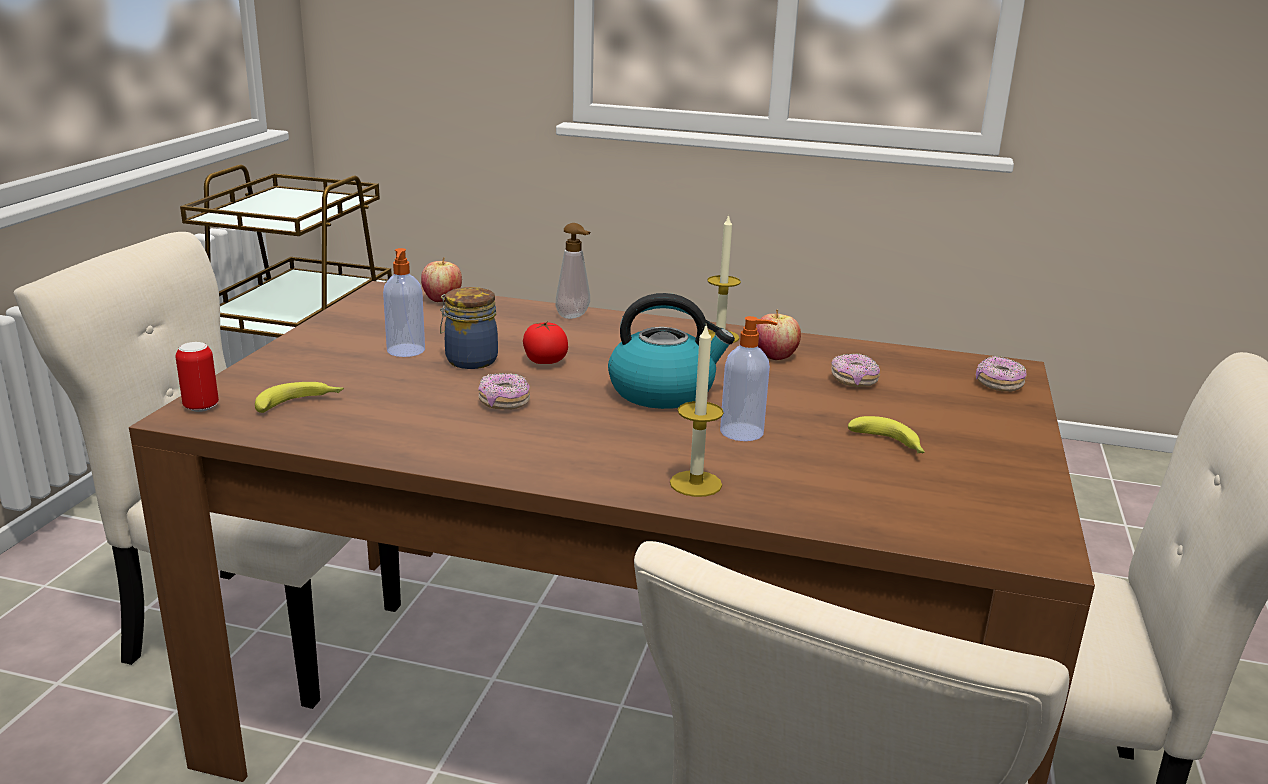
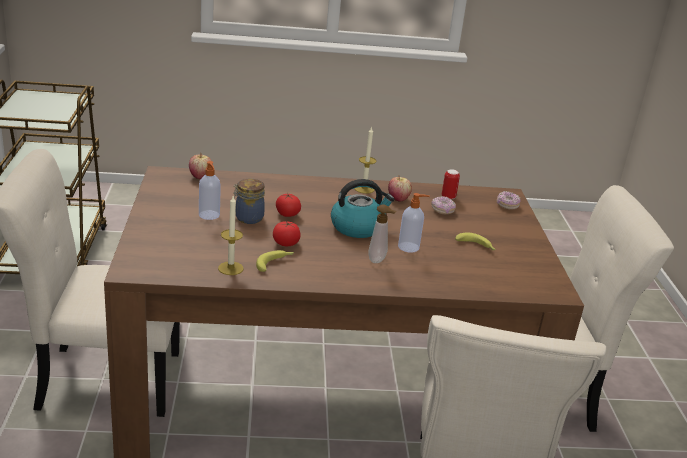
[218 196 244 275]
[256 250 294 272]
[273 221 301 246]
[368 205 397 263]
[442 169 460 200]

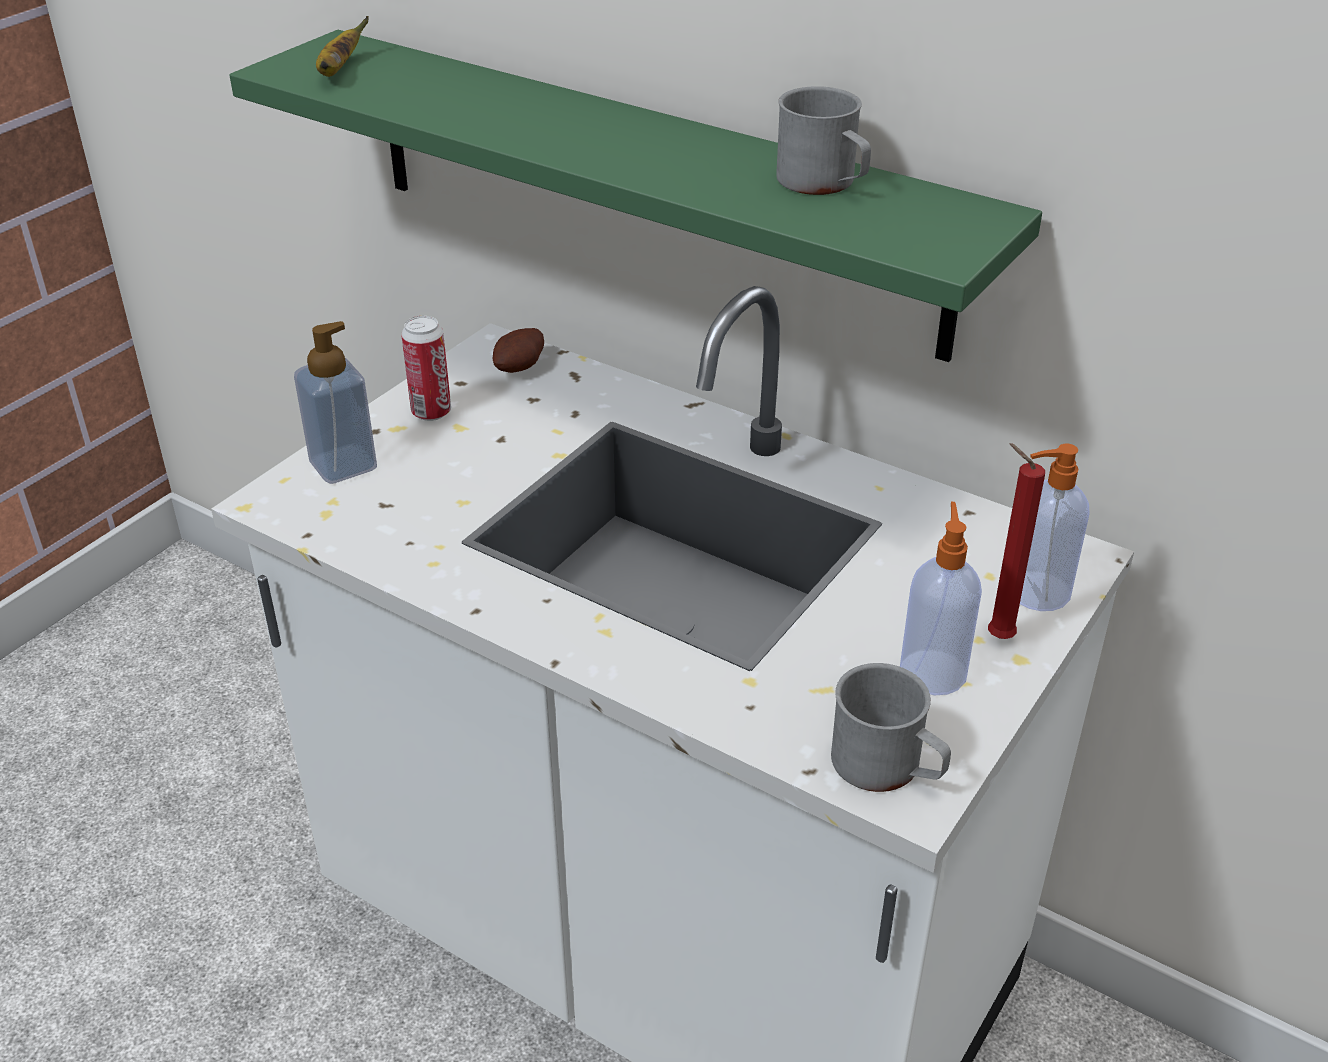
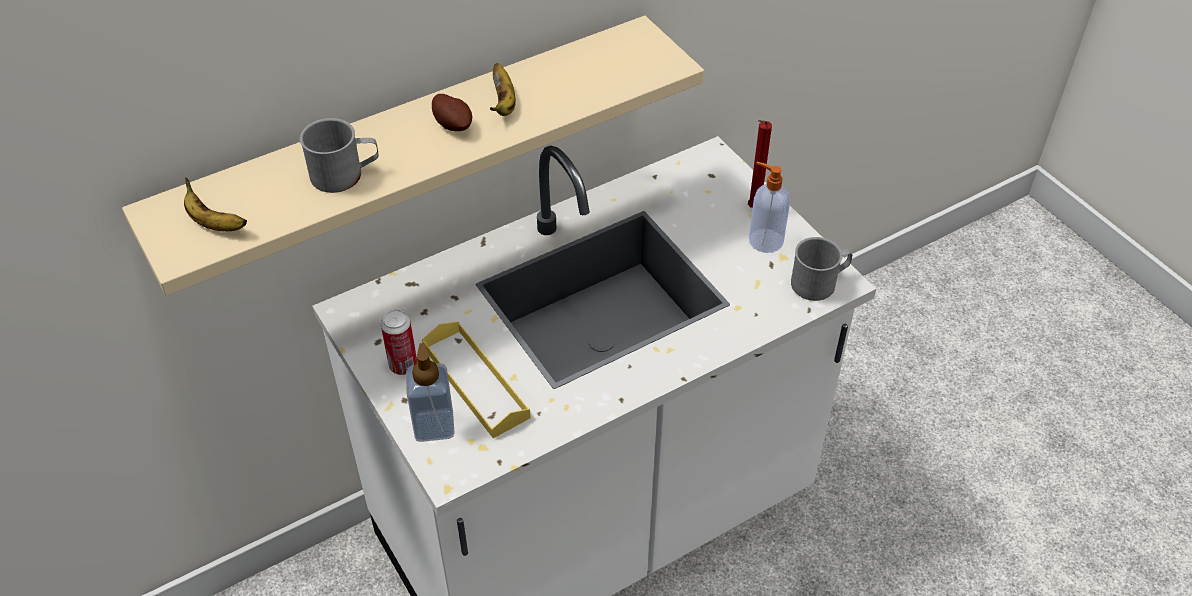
[122 16 704 296]
[300 118 379 193]
[422 321 531 438]
[432 94 472 131]
[490 63 516 116]
[1020 444 1090 611] (first image)

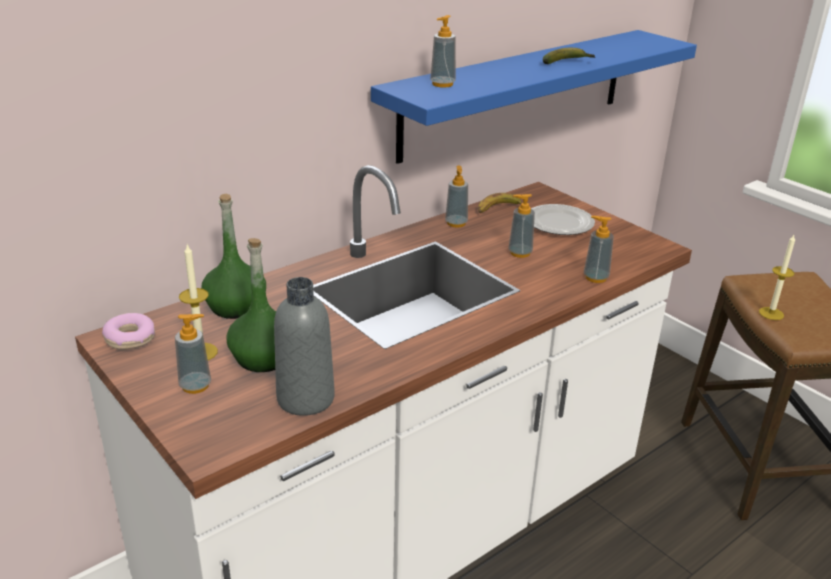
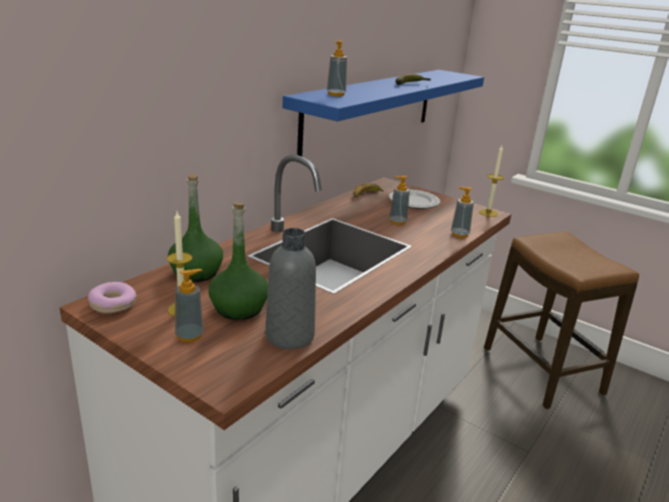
[479 145 504 217]
[445 166 468 228] (first image)

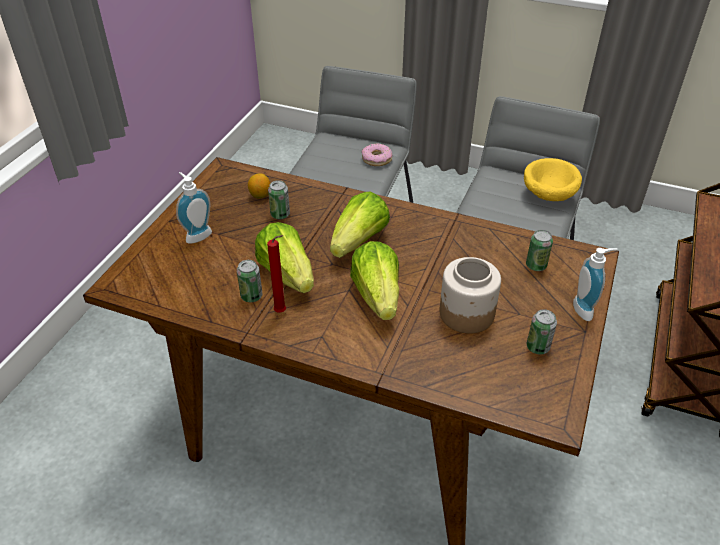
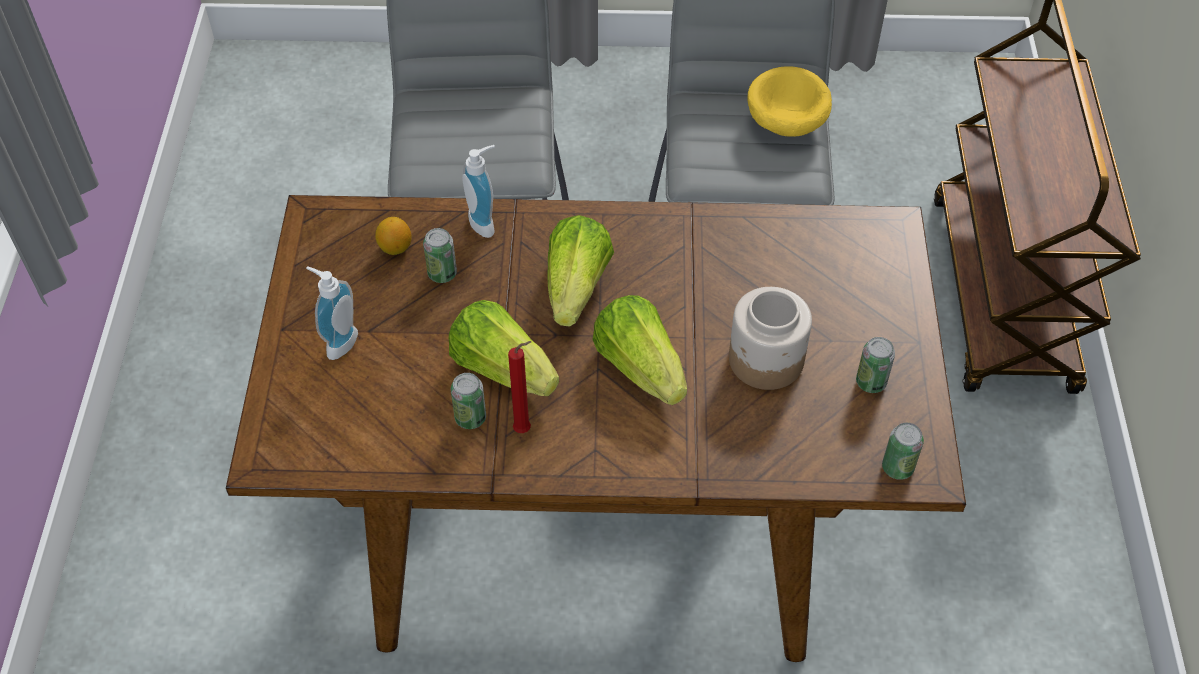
[462 145 495 238]
[882 423 924 480]
[362 143 393 166] (first image)

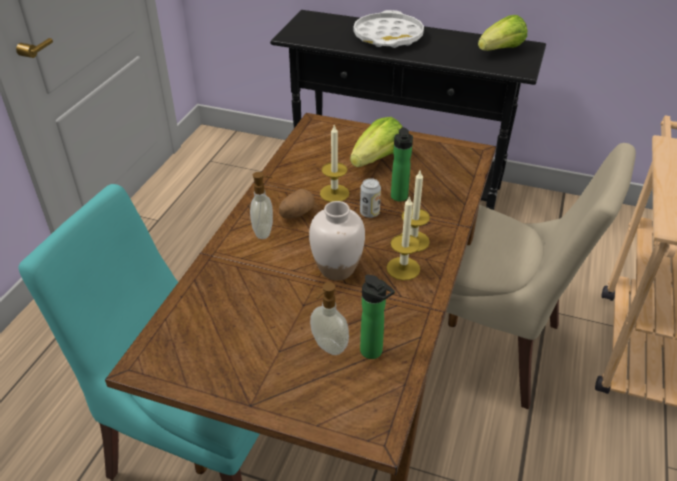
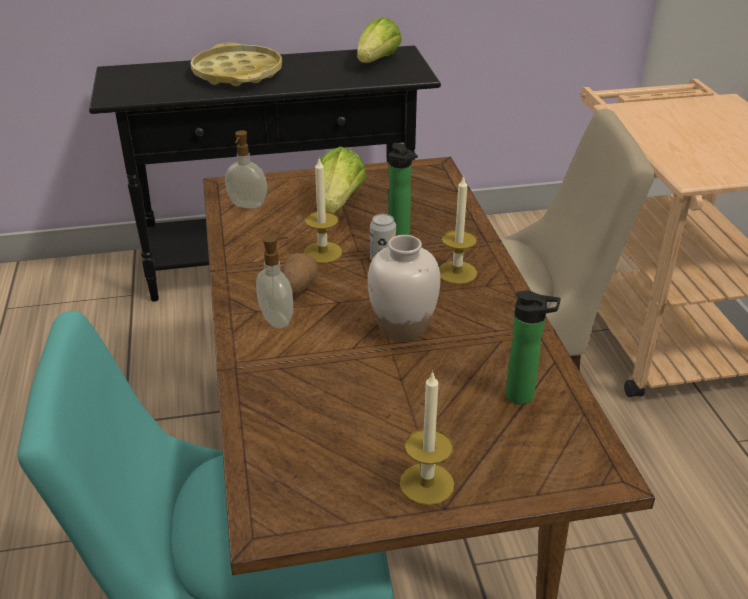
[190 43 282 86]
[225 130 267 209]
[400 371 454 505]

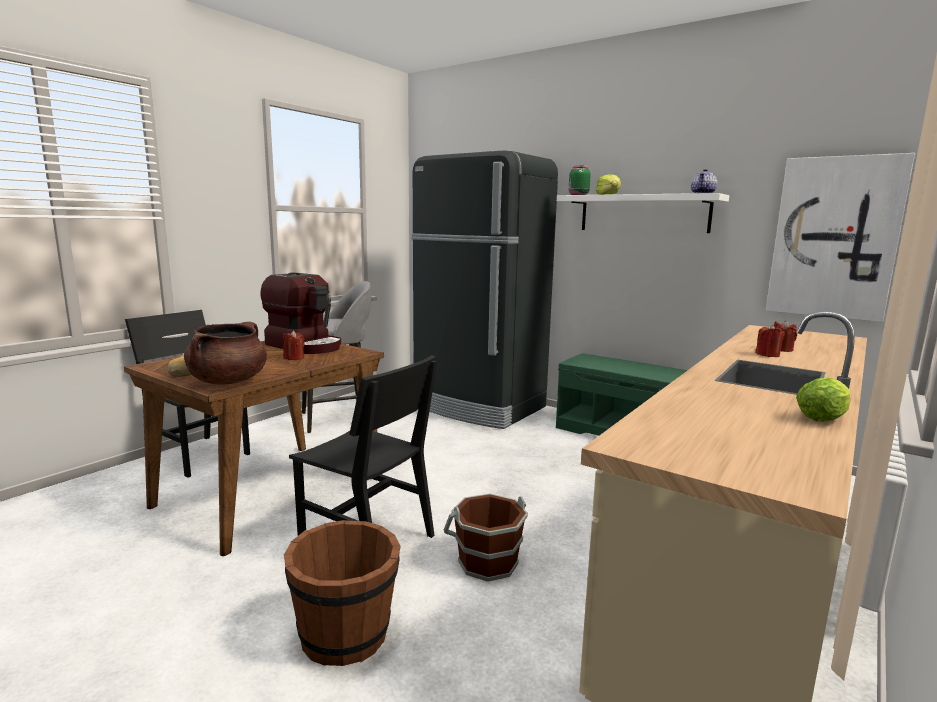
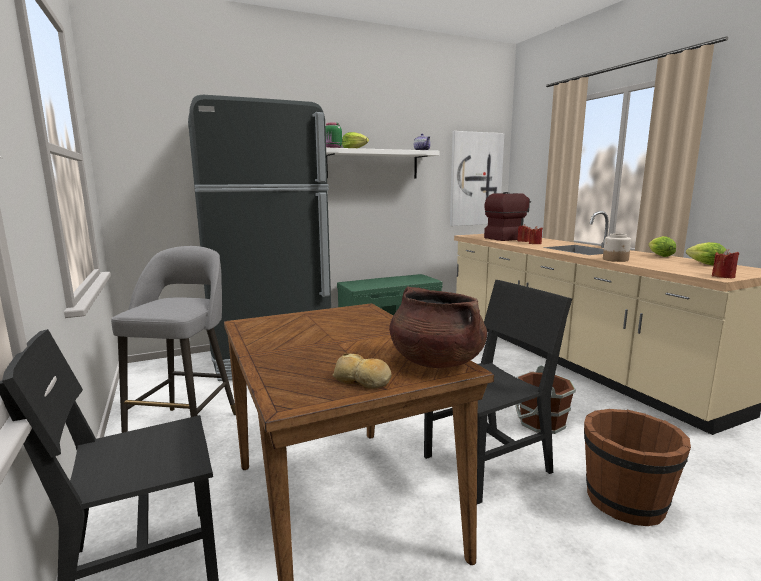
[484 192 531 241]
[603 234 631 262]
[686 242 726 265]
[712 249 739 278]

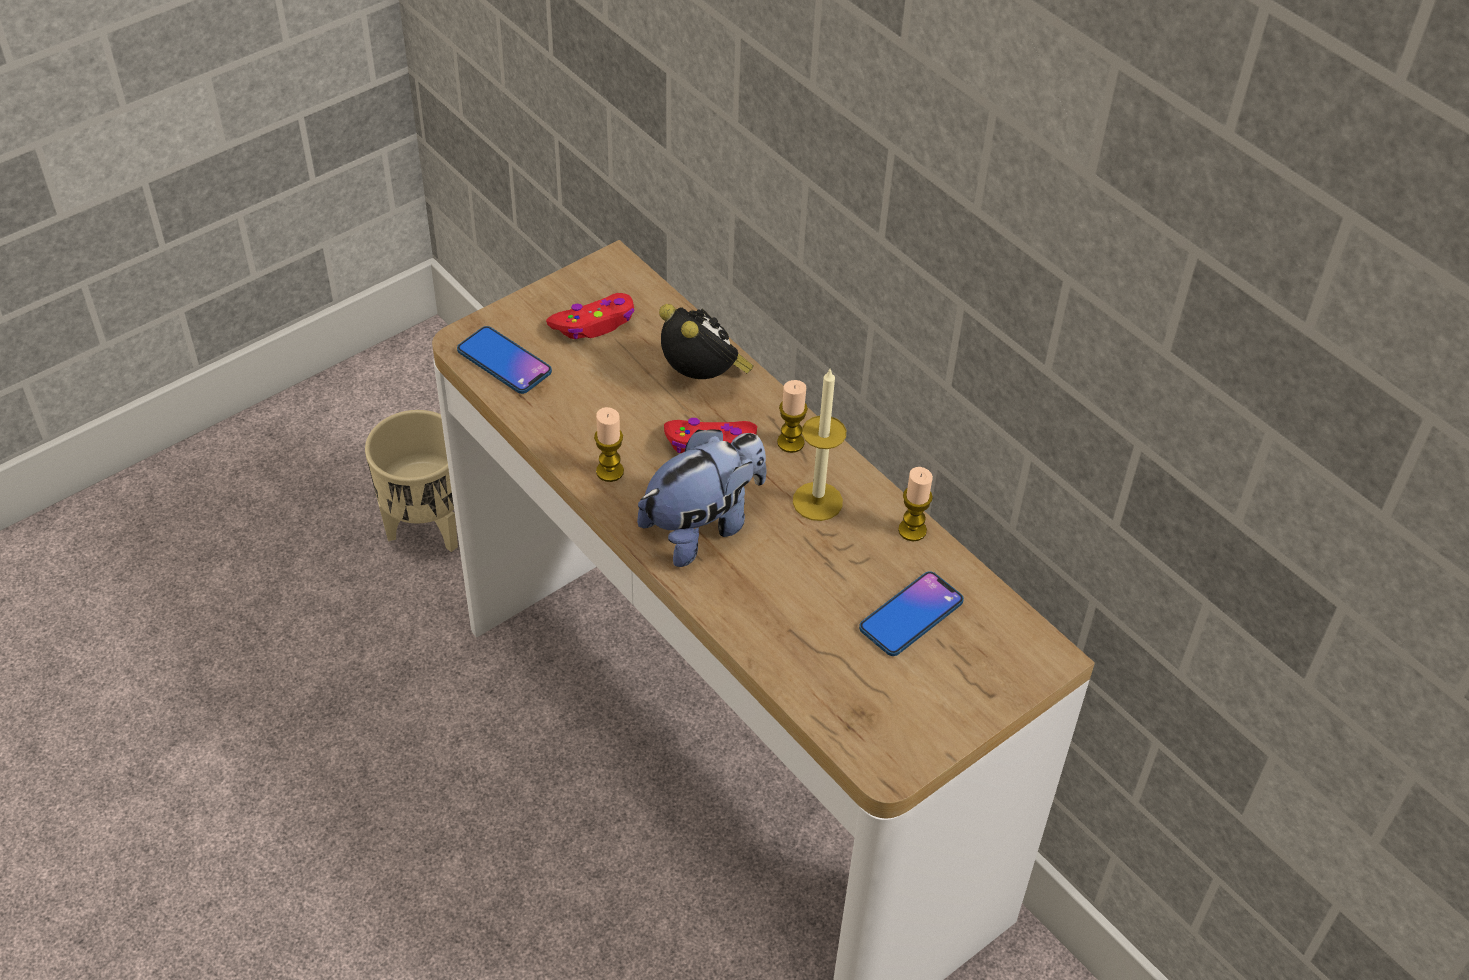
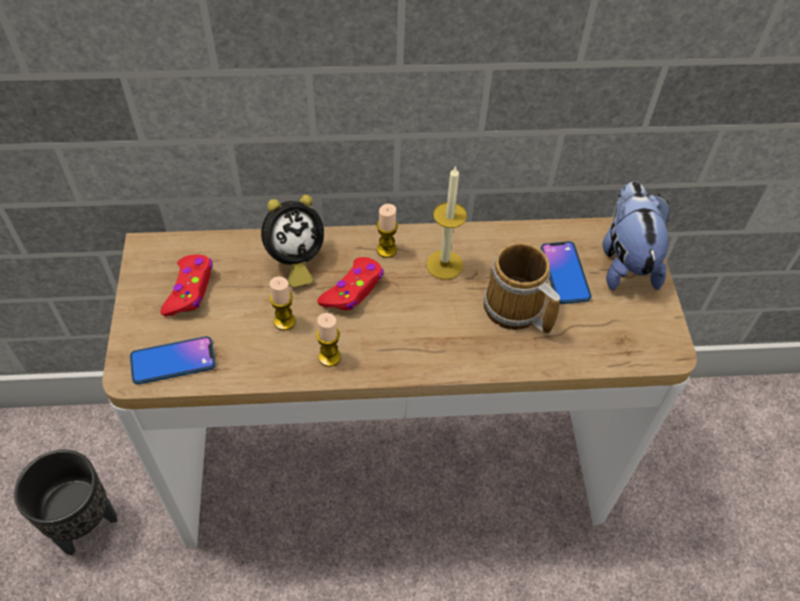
[14 450 117 556]
[261 195 324 287]
[270 277 296 330]
[483 243 560 334]
[603 181 669 290]

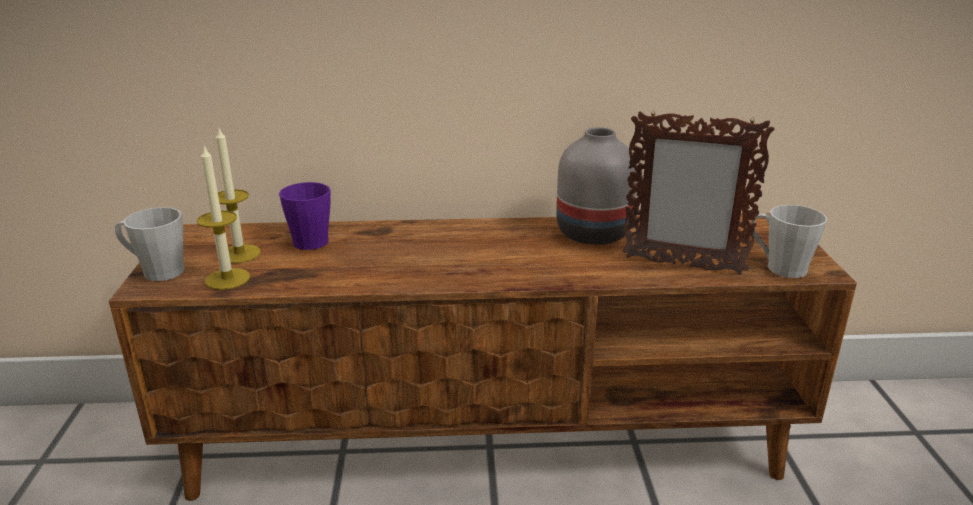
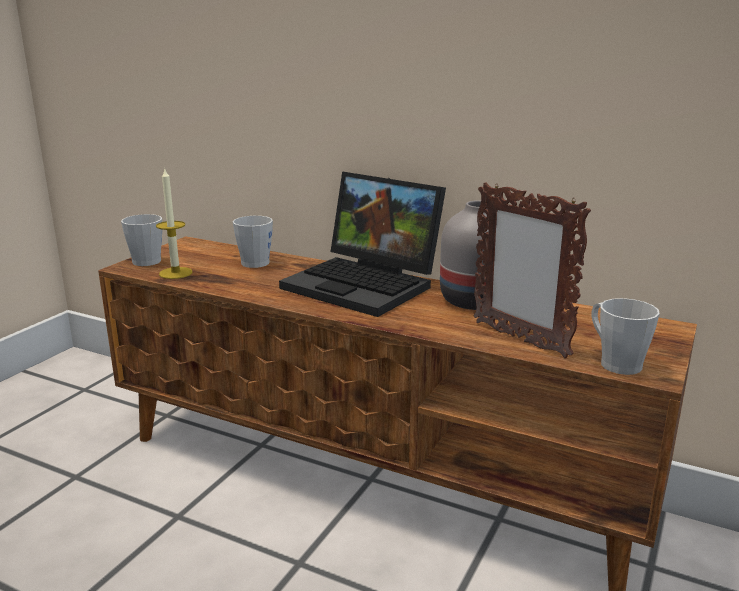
[233 216 273 268]
[279 171 446 317]
[216 128 261 263] (first image)

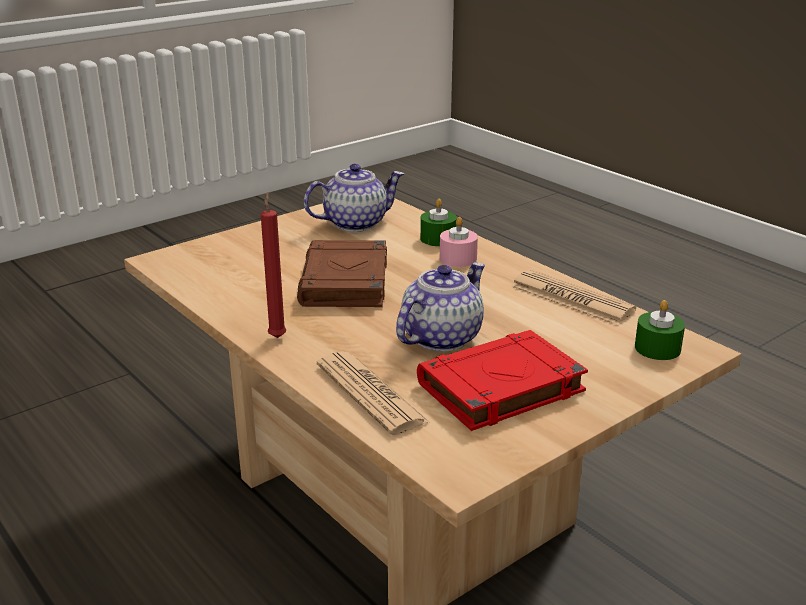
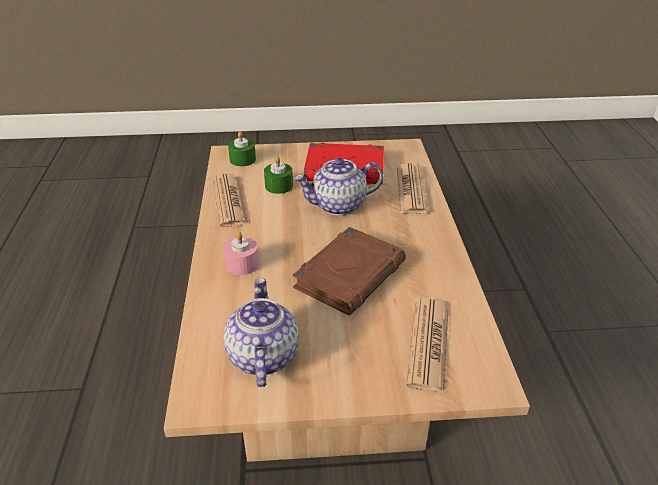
[223 278 299 387]
[264 156 293 194]
[406 298 449 393]
[261 192 286 338] (first image)

